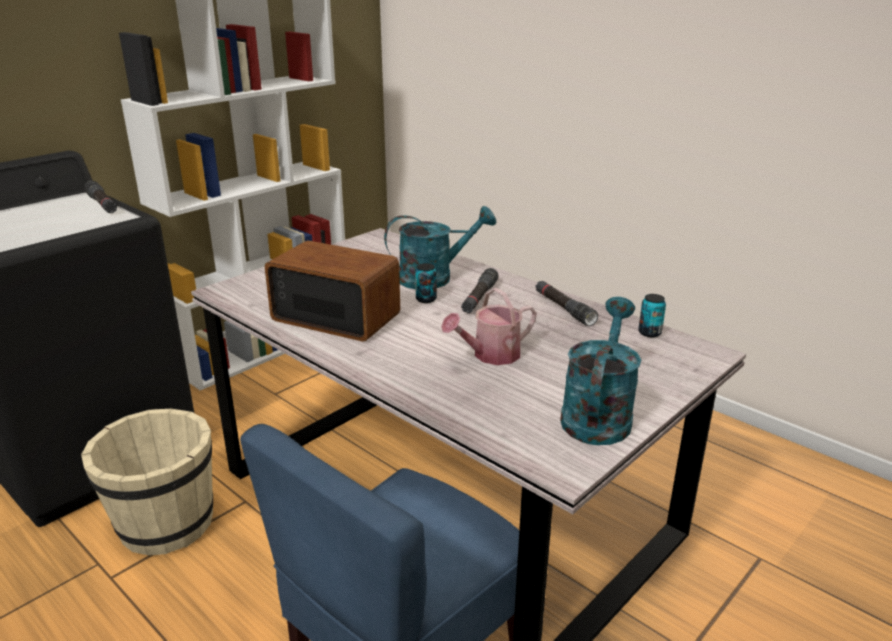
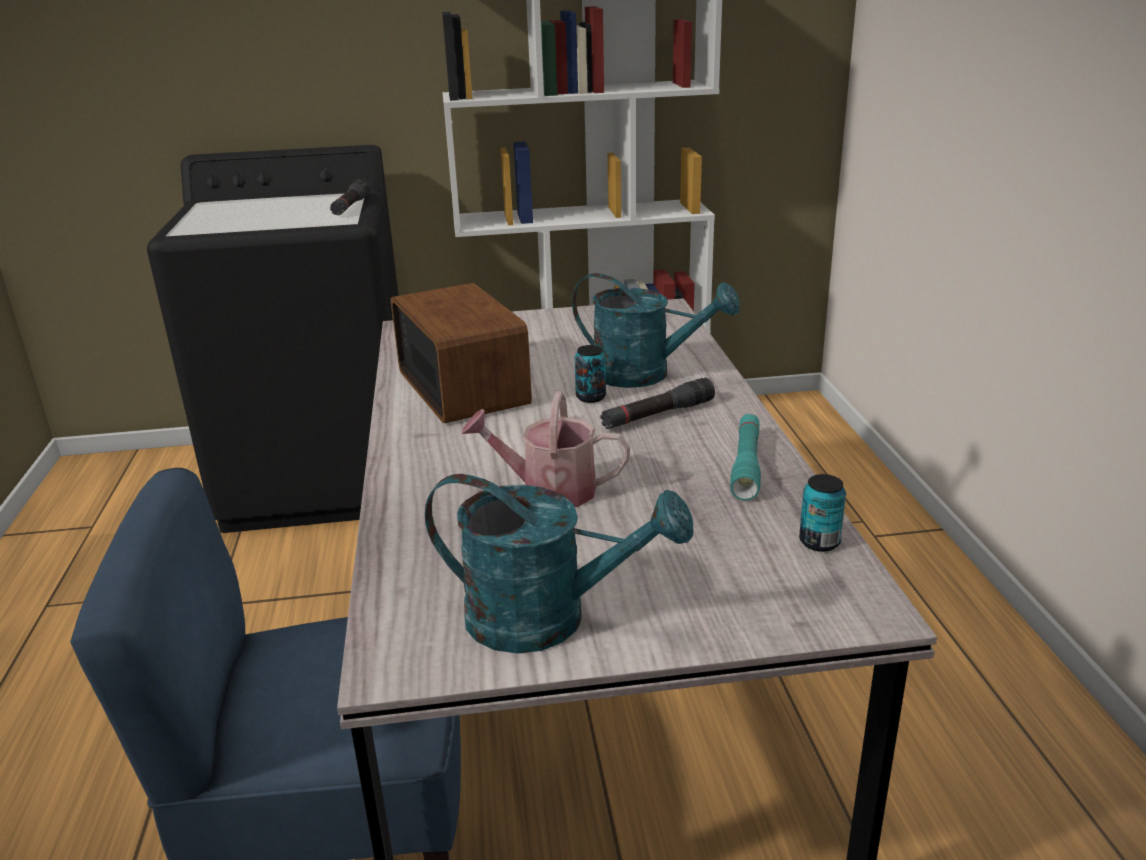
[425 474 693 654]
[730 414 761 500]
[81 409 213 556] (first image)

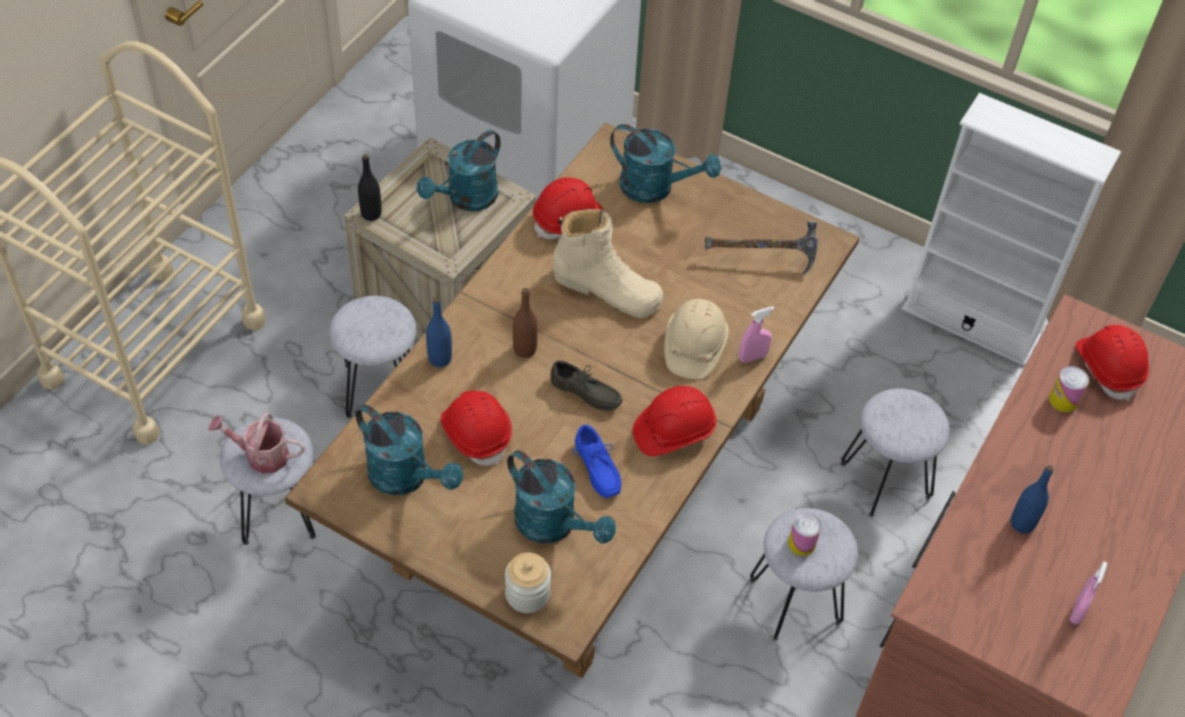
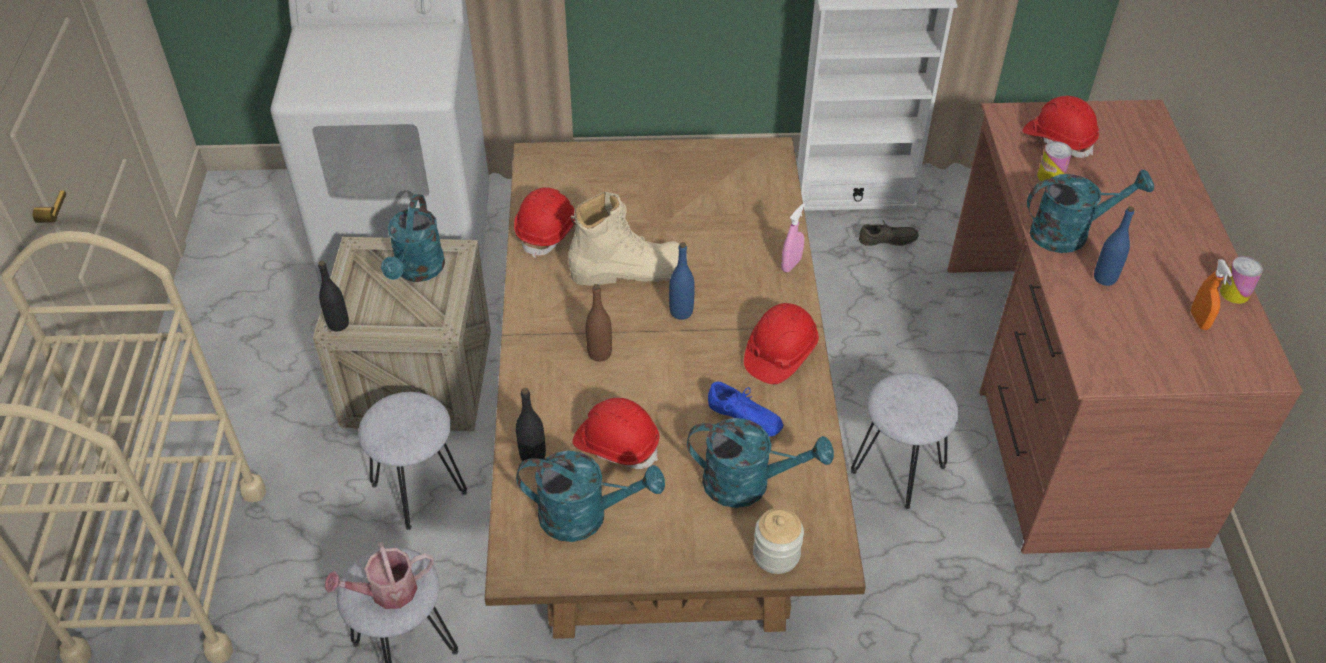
[516 388 546 461]
[669 242 695 320]
[859 220 919 246]
[1027 169 1154 253]
[1191 259 1232 330]
[1220 256 1263 304]
[664 299 729 379] (first image)
[705 221 817 276] (first image)
[841 388 950 517] (first image)

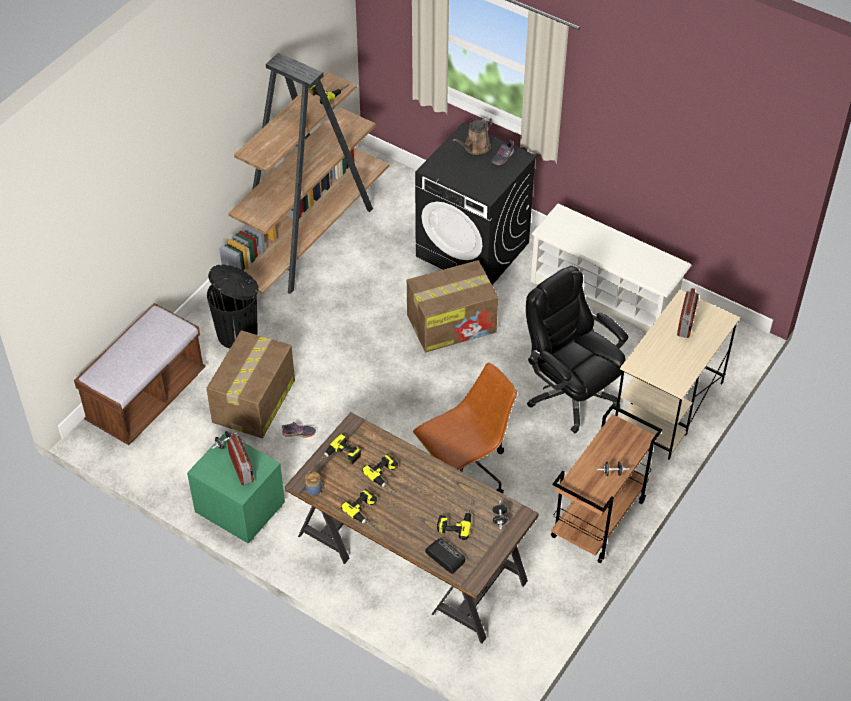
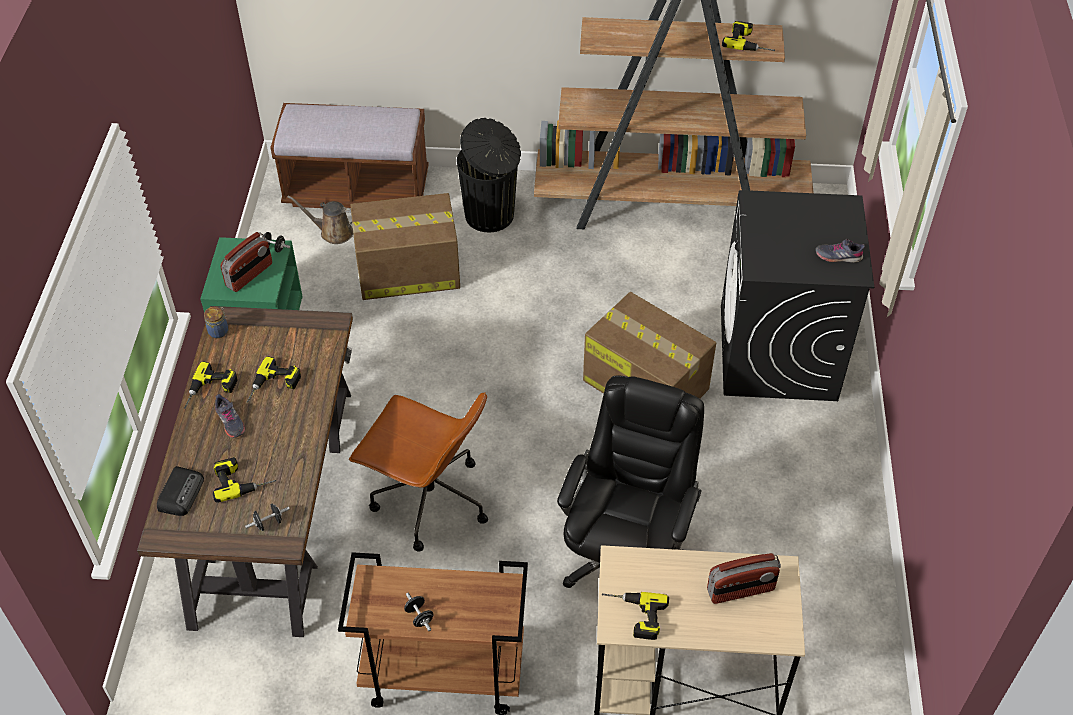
[215 394 245 438]
[287 195 353 244]
[601 592 669 640]
[531 204 692 335] (first image)

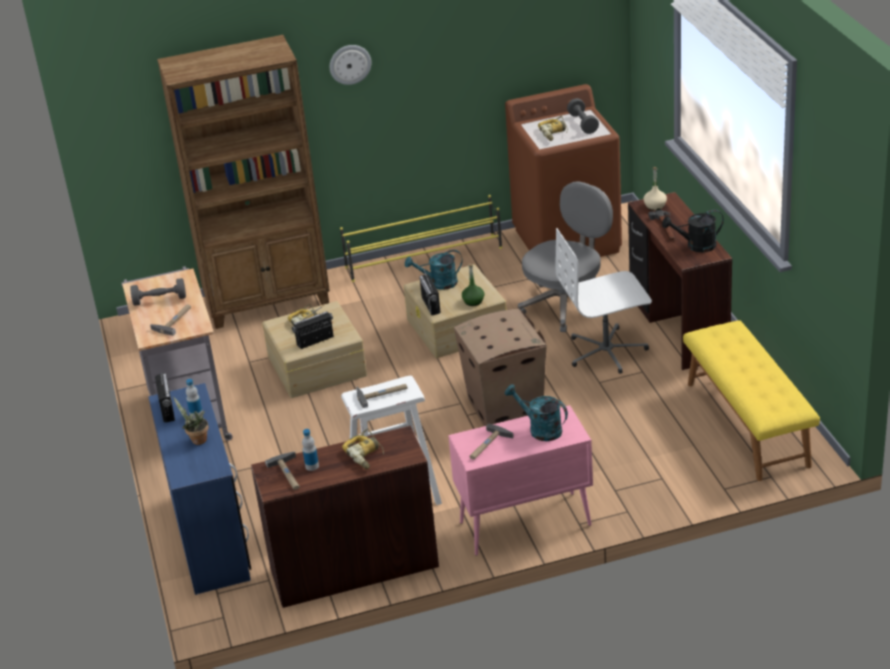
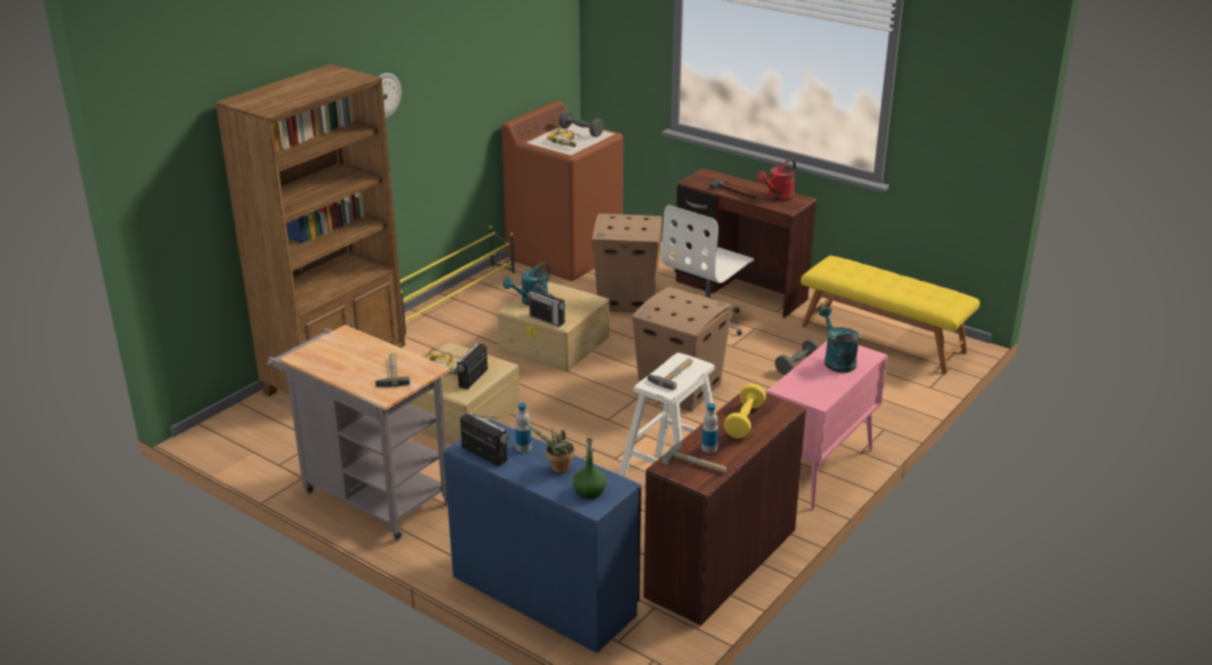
[573 436 607 499]
[592 213 662 313]
[724 384 766 439]
[756 159 796 201]
[775 339 820 375]
[819 307 859 373]
[470 424 514 460] (first image)
[644 167 667 210] (first image)

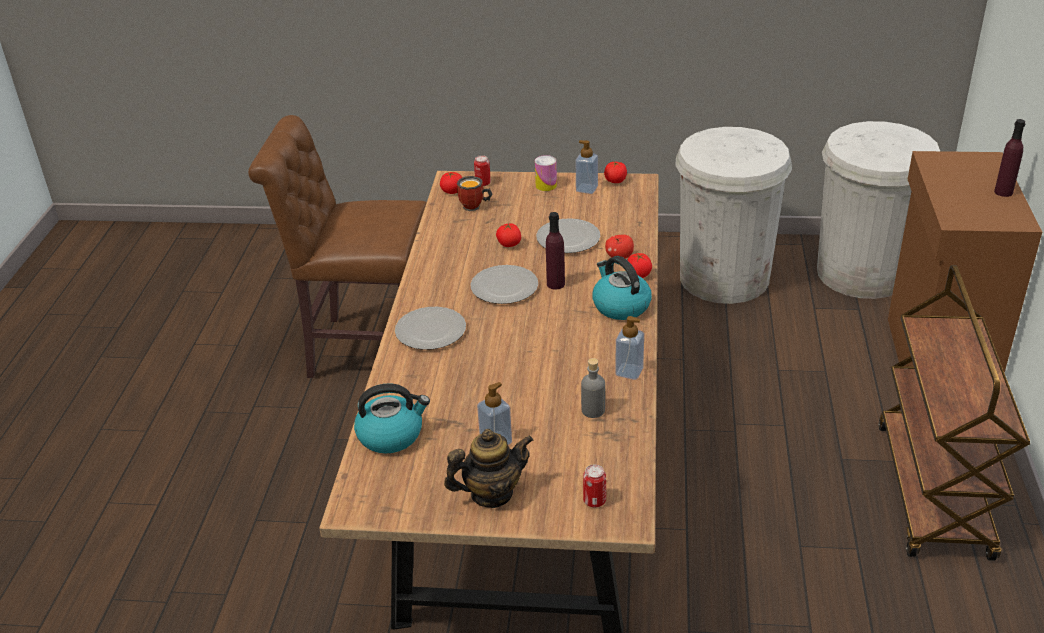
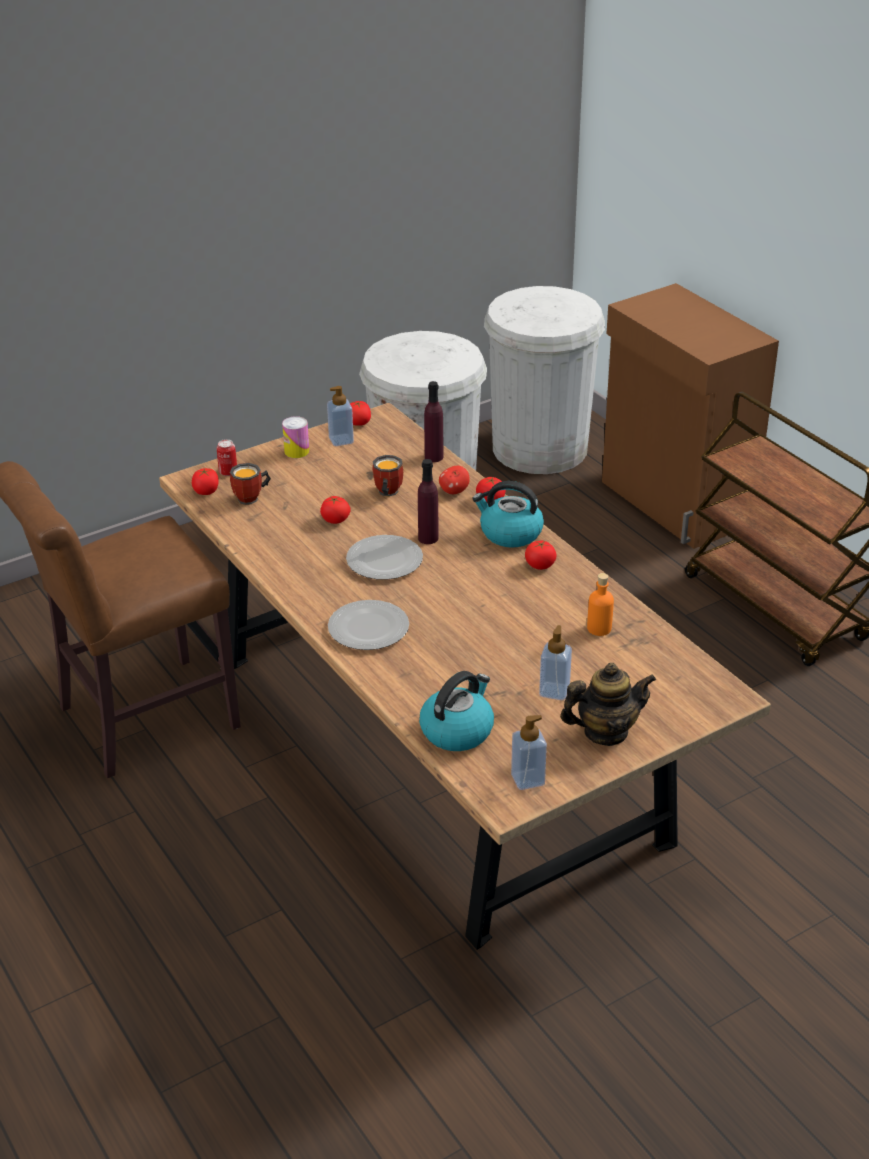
[372 455 403 497]
[424 381 443 462]
[511 715 547 790]
[525 541 556 570]
[560 663 656 746]
[587 573 614 636]
[583 464 606 507] (first image)

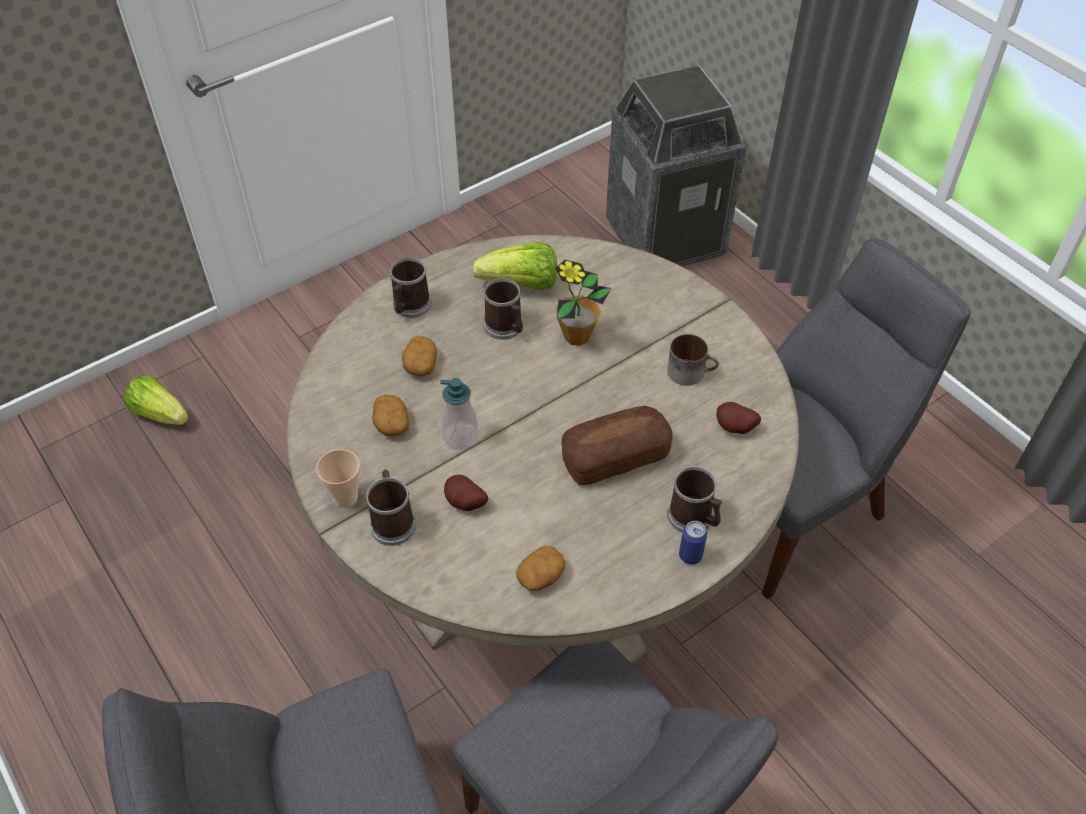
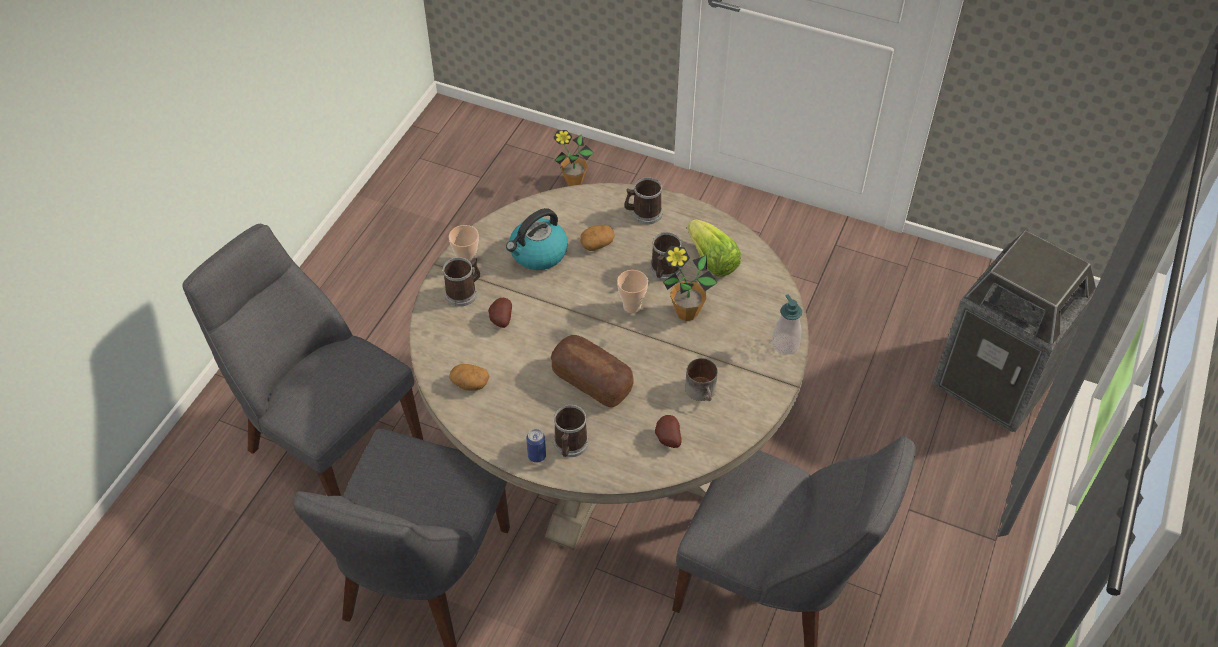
[506 208 568 270]
[553 130 594 186]
[617 270 648 313]
[772 294 802 355]

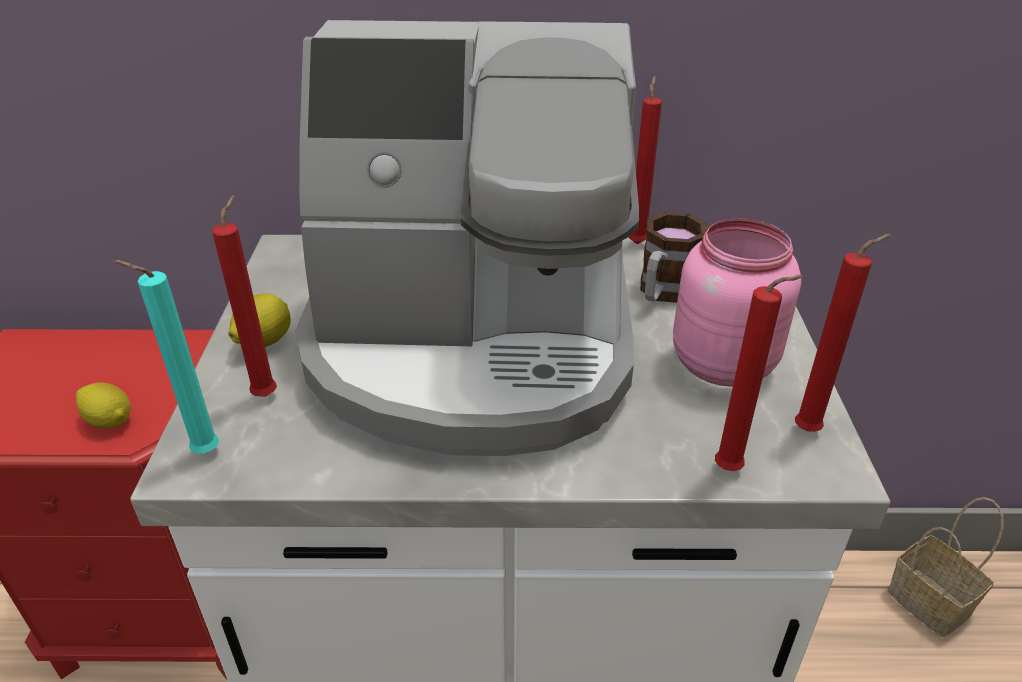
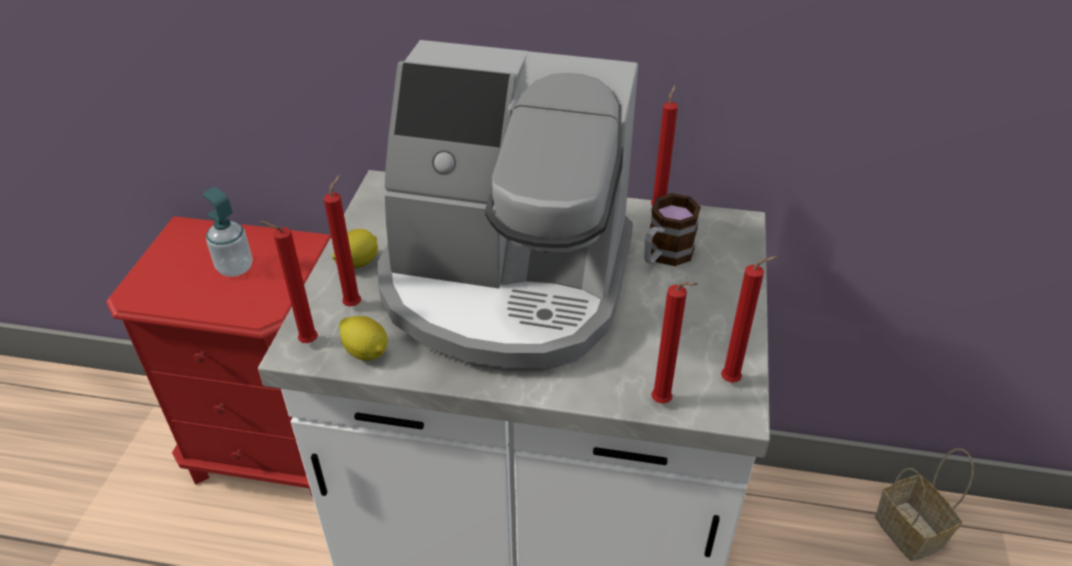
[203 187 252 277]
[259 221 318 343]
[339 316 388 361]
[673 218 801 387] (first image)

